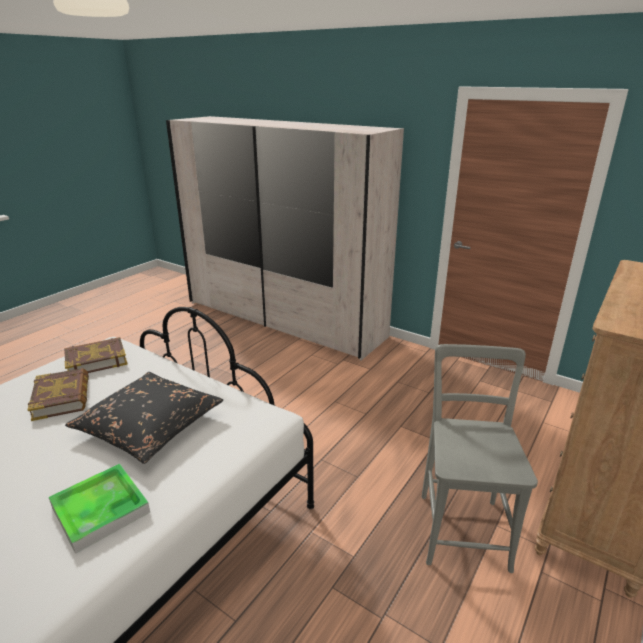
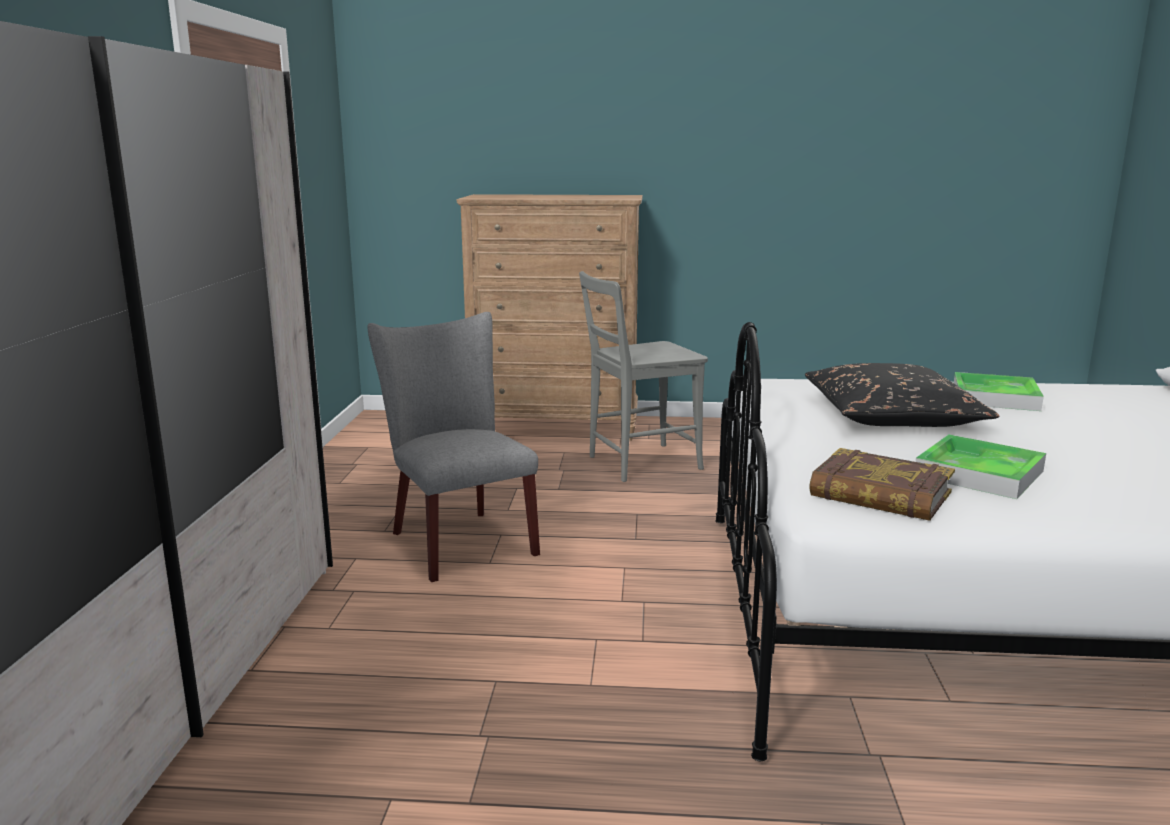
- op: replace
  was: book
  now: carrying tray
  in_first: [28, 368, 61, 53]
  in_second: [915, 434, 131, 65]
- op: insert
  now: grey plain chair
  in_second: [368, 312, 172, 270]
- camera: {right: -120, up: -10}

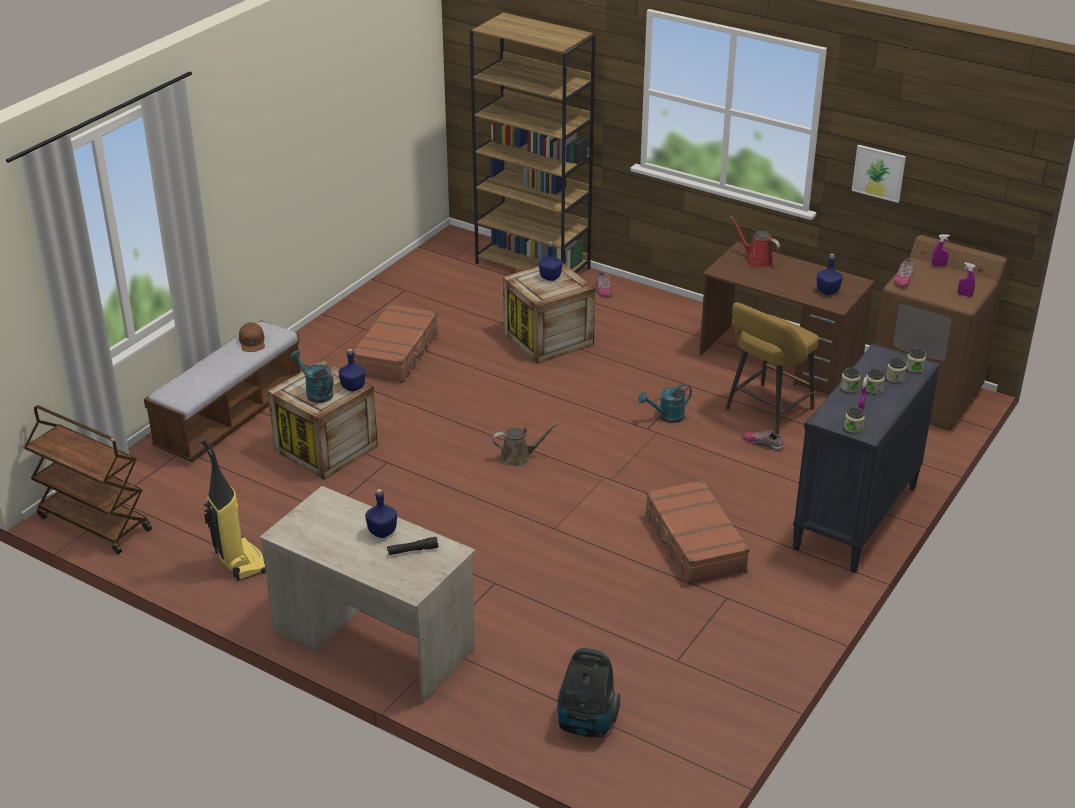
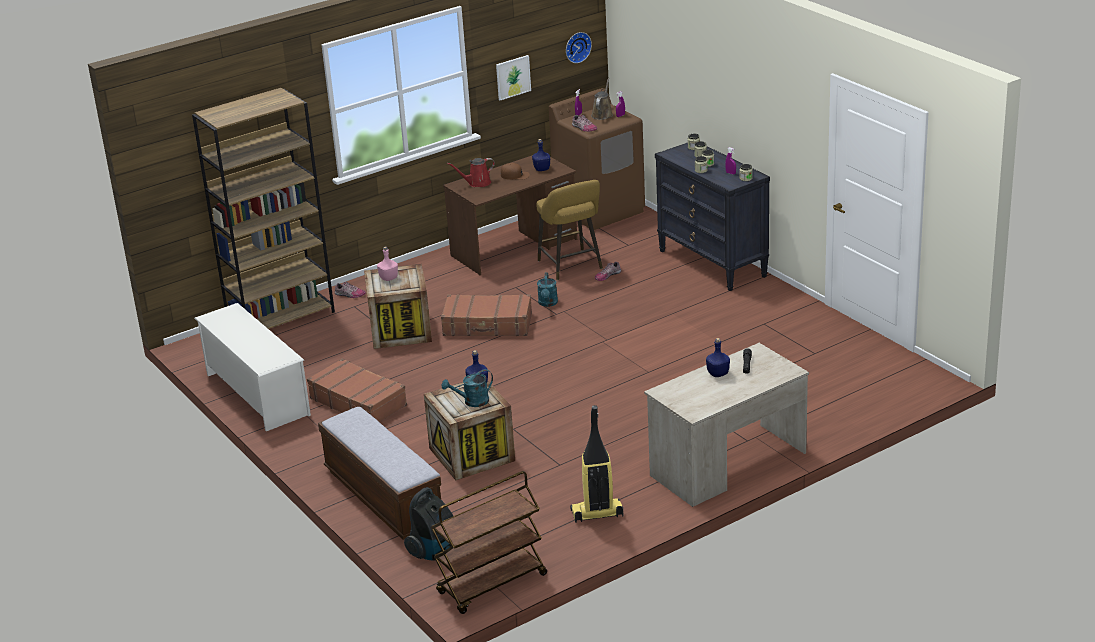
- op: recolor
  was: blue-coloured bottle
  now: pink bottle
  in_first: [539, 241, 23, 40]
  in_second: [377, 247, 21, 34]
- op: move
  was: brown-coloured peaked cap
  in_first: [239, 322, 26, 30]
  in_second: [501, 163, 29, 17]
- op: move
  was: brown-coloured sprinkling can
  in_first: [492, 423, 67, 44]
  in_second: [591, 78, 22, 42]
- op: move
  was: brown-coloured piece of luggage
  in_first: [645, 480, 105, 105]
  in_second: [441, 294, 91, 42]
- op: move
  was: vacuum cleaner
  in_first: [557, 648, 63, 89]
  in_second: [404, 487, 49, 74]
- op: insert
  now: hanging clock
  in_second: [566, 32, 26, 31]
- op: insert
  now: white shoe stand
  in_second: [194, 303, 117, 128]
- camera: {right: -65, up: -5}

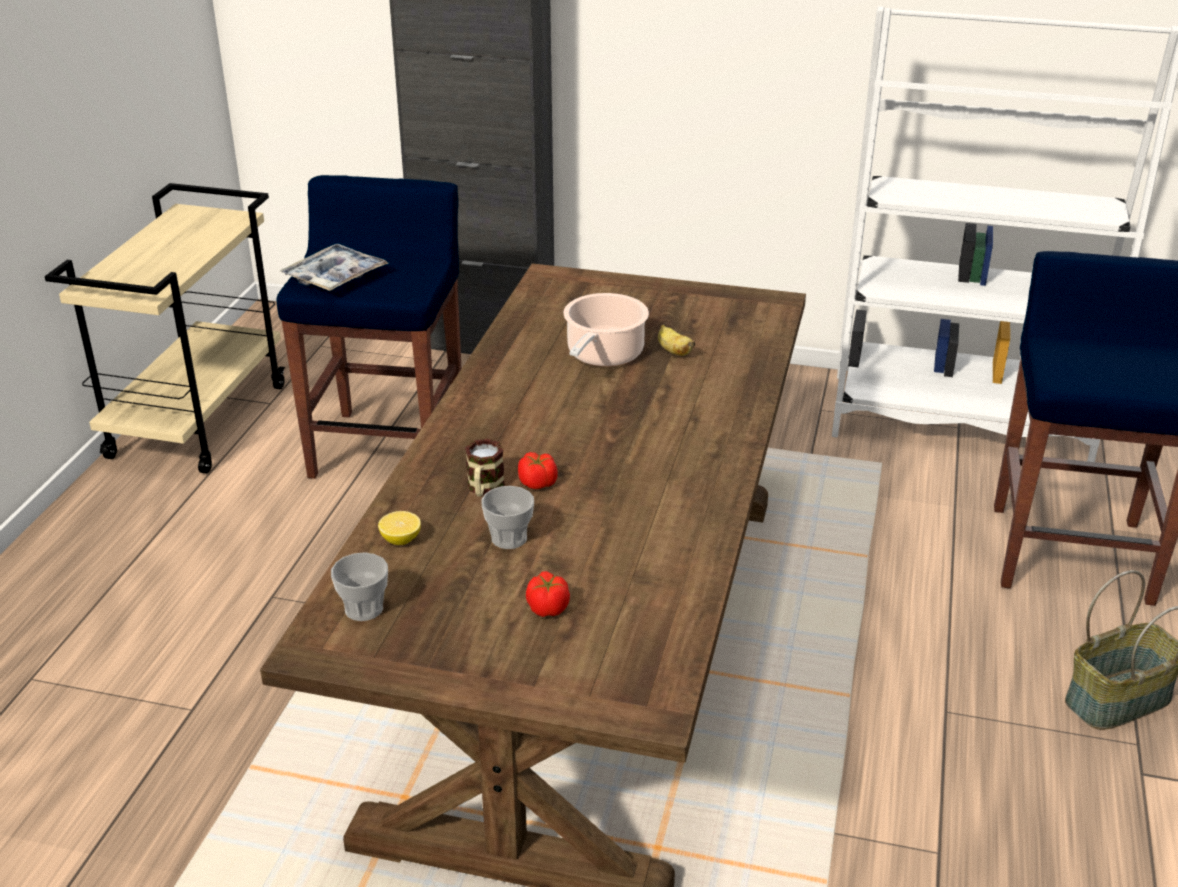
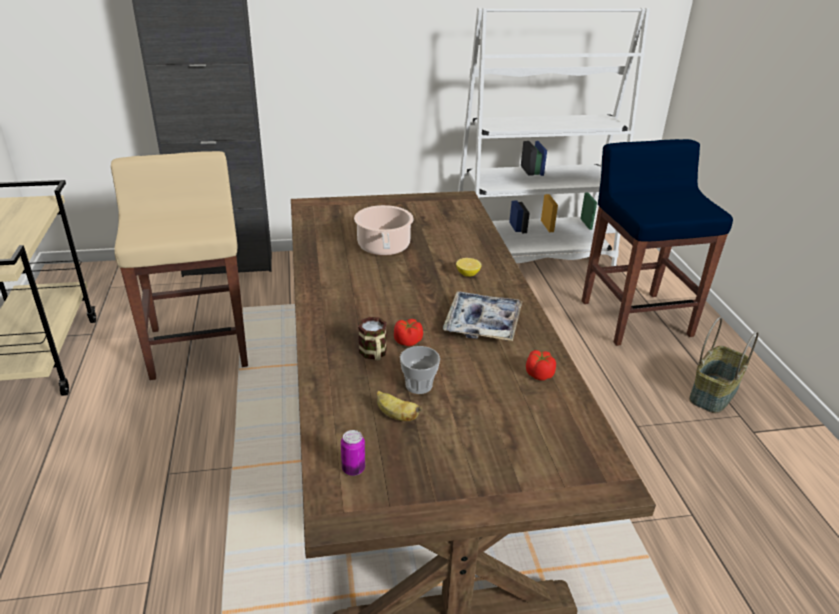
- op: recolor
  was: blue-coloured stool
  now: sand-coloured stool
  in_first: [277, 175, 185, 304]
  in_second: [111, 151, 137, 229]
- op: move
  was: carrying tray
  in_first: [279, 244, 109, 47]
  in_second: [443, 292, 79, 49]
- op: move
  was: banana
  in_first: [658, 325, 37, 31]
  in_second: [377, 391, 45, 30]
- op: move
  was: whole lemon
  in_first: [378, 511, 43, 34]
  in_second: [456, 258, 25, 19]
- op: replace
  was: cup
  now: can
  in_first: [331, 552, 57, 69]
  in_second: [341, 430, 24, 46]
- op: move
  was: tomato
  in_first: [526, 571, 44, 46]
  in_second: [526, 350, 30, 31]
- camera: {right: -25, up: 0}

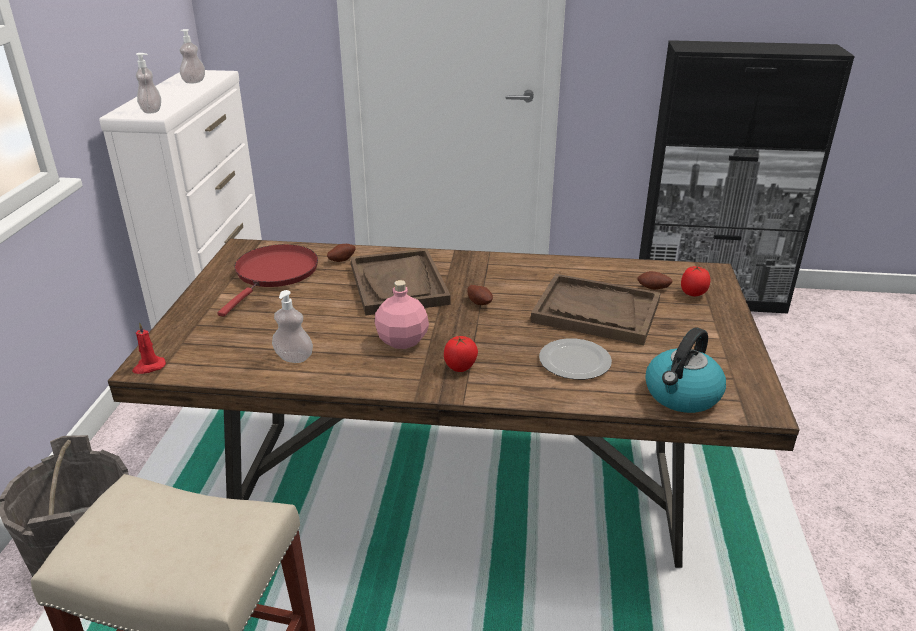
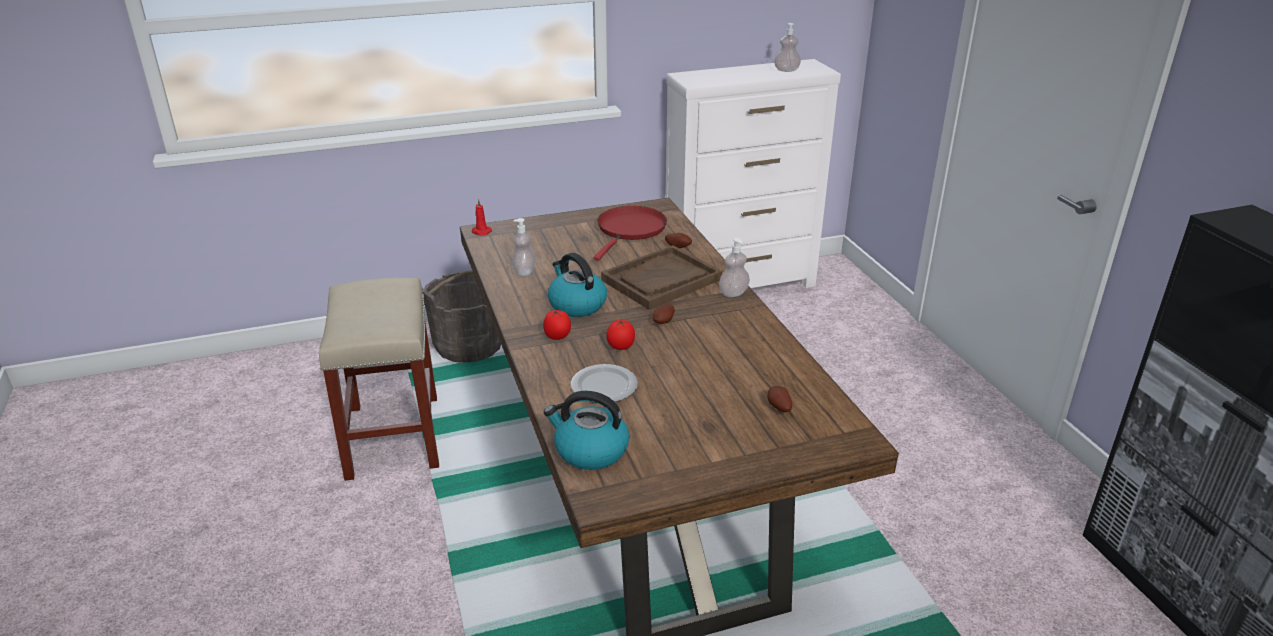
- op: move
  was: soap dispenser
  in_first: [136, 53, 25, 60]
  in_second: [719, 238, 31, 59]
- op: rotate
  was: reddish frying pan
  in_first: [218, 244, 100, 73]
  in_second: [594, 206, 73, 55]
  clockwise: -60
- op: move
  was: tomato
  in_first: [681, 266, 29, 30]
  in_second: [606, 318, 29, 32]
- op: delete
  was: brown-coloured carrying tray
  in_first: [531, 274, 129, 71]
- op: replace
  was: pink bottle
  now: kettle
  in_first: [375, 280, 54, 69]
  in_second: [548, 253, 59, 64]
- camera: {right: 65, up: 0}

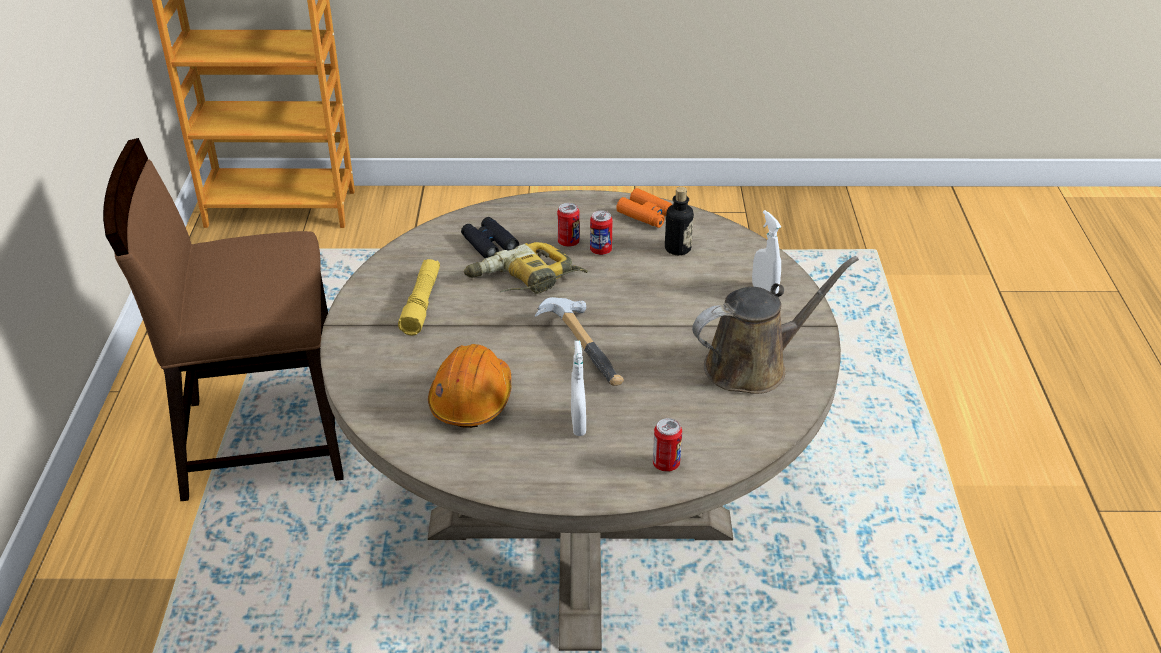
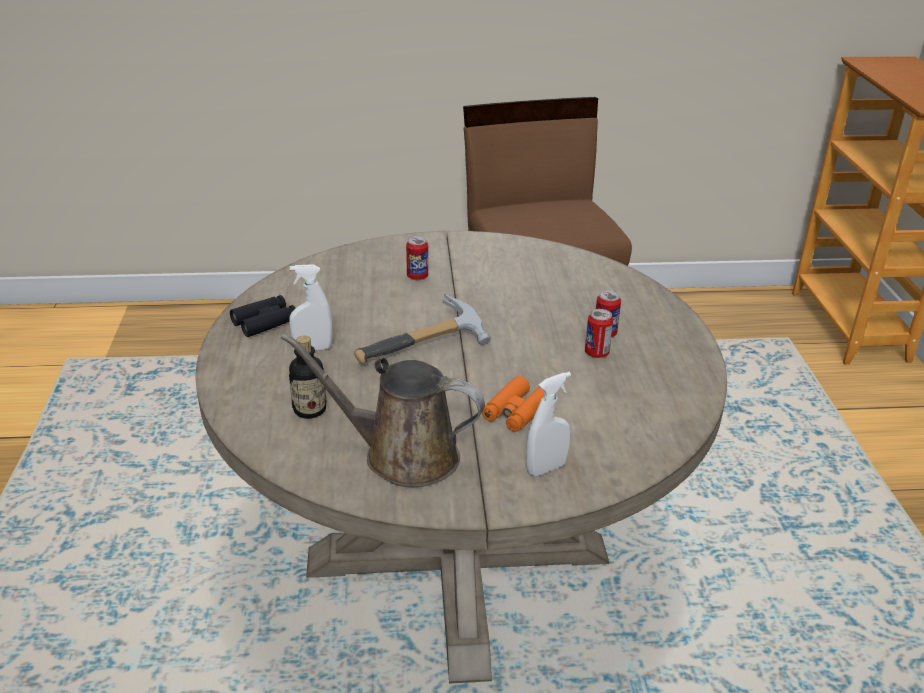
- op: move
  was: bottle
  in_first: [665, 187, 29, 68]
  in_second: [289, 335, 38, 84]
- op: move
  was: orange pair of binoculars
  in_first: [616, 188, 56, 40]
  in_second: [482, 376, 62, 56]
- op: move
  was: black-coloured pair of binoculars
  in_first: [461, 217, 58, 41]
  in_second: [230, 295, 66, 42]
- op: delete
  was: drill
  in_first: [464, 242, 124, 52]
- op: rotate
  was: brown-coloured sprinkling can
  in_first: [692, 256, 167, 138]
  in_second: [281, 333, 204, 154]
  clockwise: 135
- op: delete
  was: yellow flashlight
  in_first: [398, 259, 42, 76]
- op: delete
  was: orange safety helmet
  in_first: [428, 344, 84, 84]
- op: move
  was: can
  in_first: [653, 418, 29, 54]
  in_second: [406, 236, 22, 44]
- camera: {right: 85, up: -5}

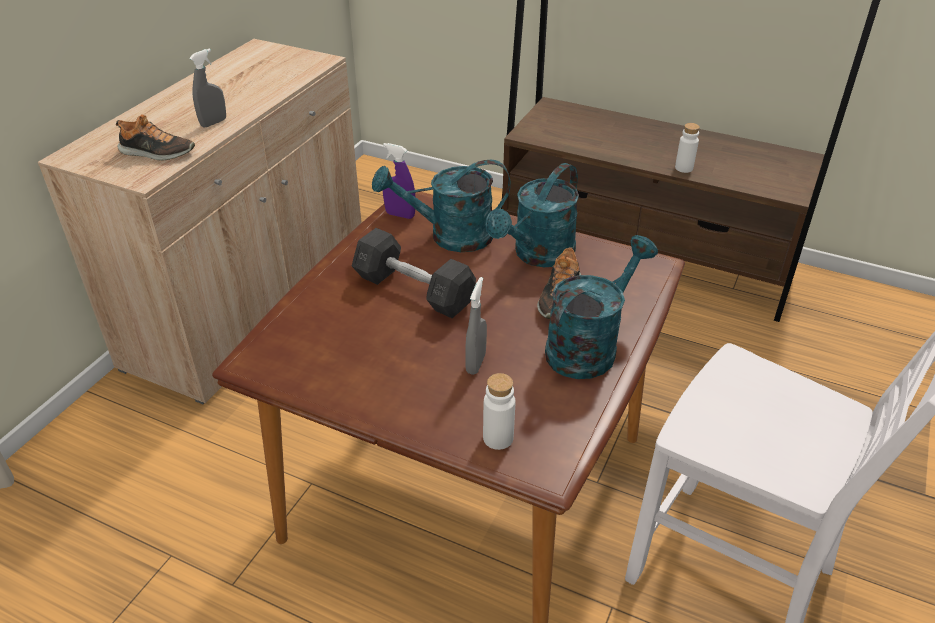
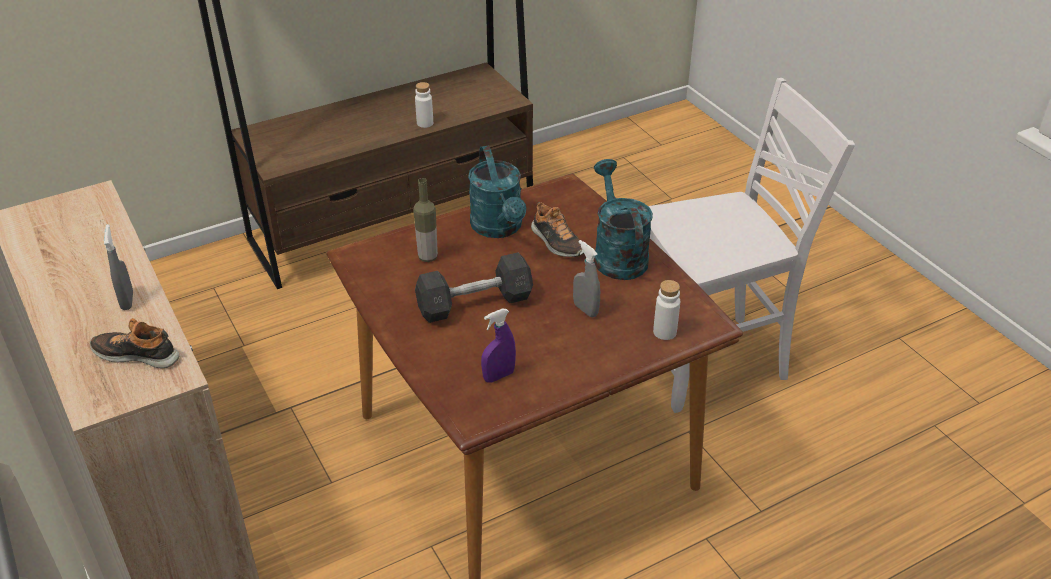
- op: rotate
  was: item of footwear
  in_first: [116, 114, 79, 46]
  in_second: [90, 318, 90, 50]
  clockwise: -120
- op: move
  was: purple hand sprayer
  in_first: [383, 143, 33, 76]
  in_second: [481, 308, 35, 74]
- op: replace
  was: turquoise-coloured sprinkling can
  now: bottle
  in_first: [372, 160, 139, 92]
  in_second: [413, 178, 25, 84]
- camera: {right: -55, up: 0}

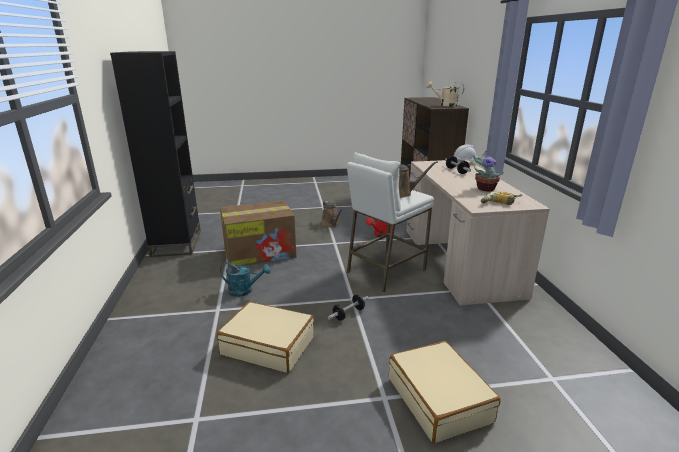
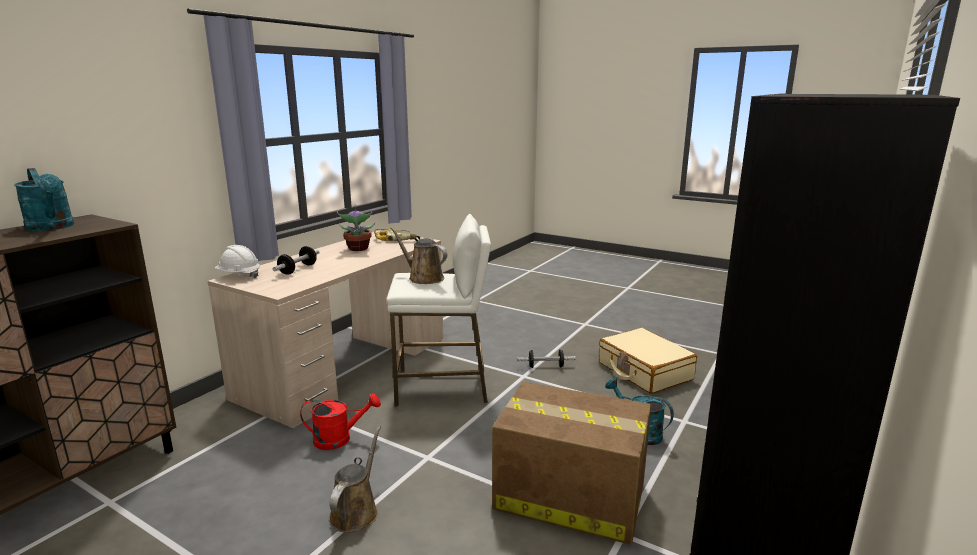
- op: recolor
  was: sand-coloured sprinkling can
  now: turquoise-coloured sprinkling can
  in_first: [426, 81, 38, 26]
  in_second: [14, 168, 60, 63]
- op: delete
  was: sand-coloured piece of luggage
  in_first: [389, 341, 111, 102]
- camera: {right: -140, up: -5}

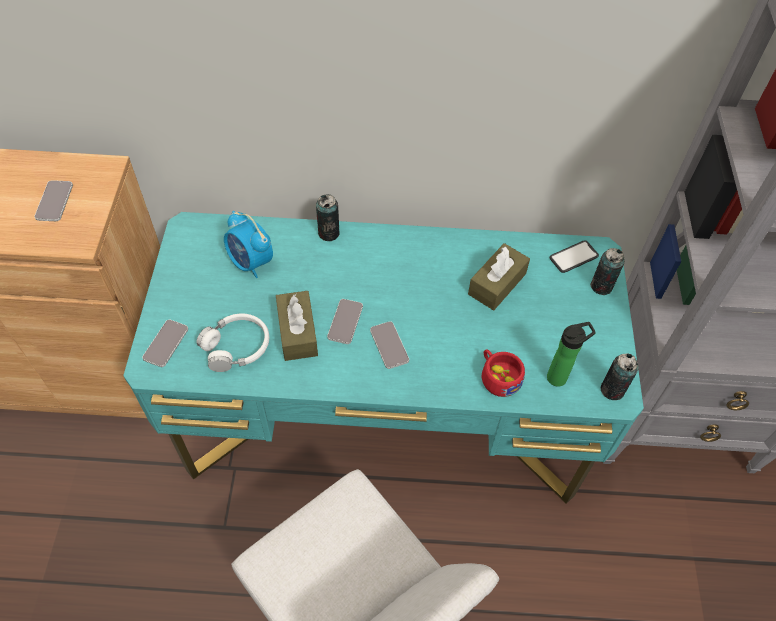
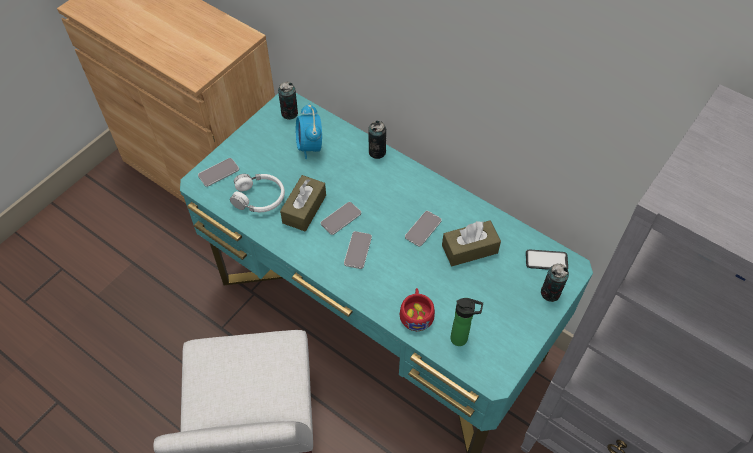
- op: move
  was: handset
  in_first: [34, 180, 39, 41]
  in_second: [405, 211, 37, 36]
- op: move
  was: can
  in_first: [601, 353, 38, 47]
  in_second: [278, 82, 20, 38]
- camera: {right: 35, up: 0}

